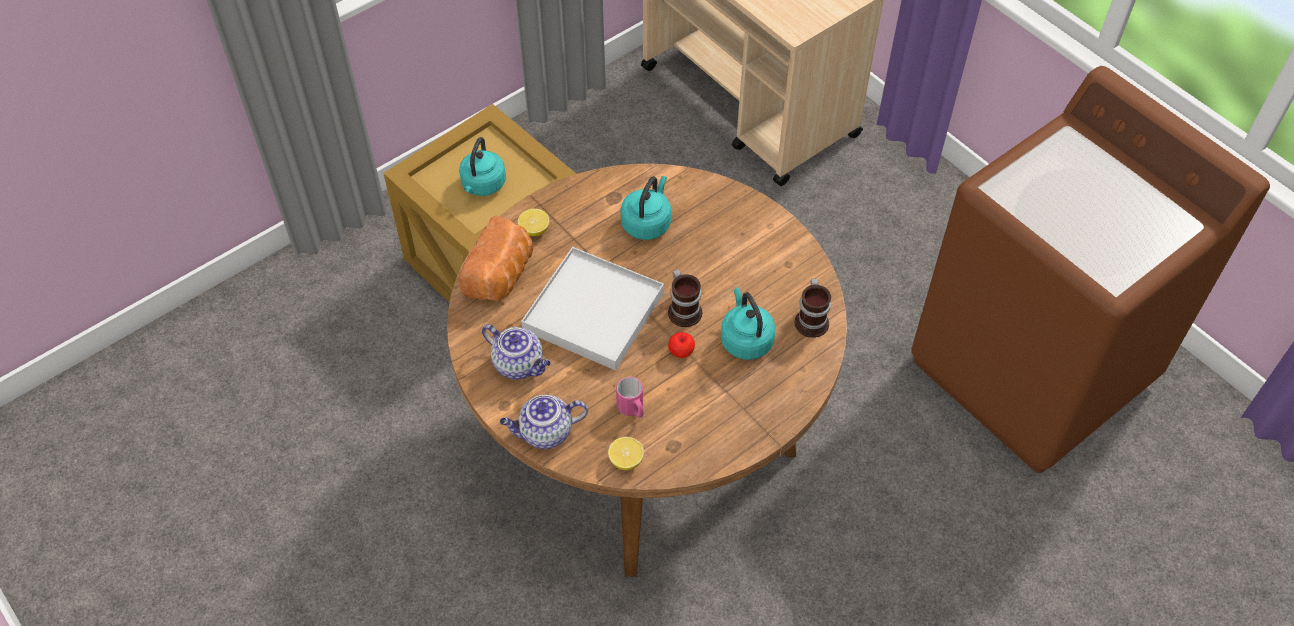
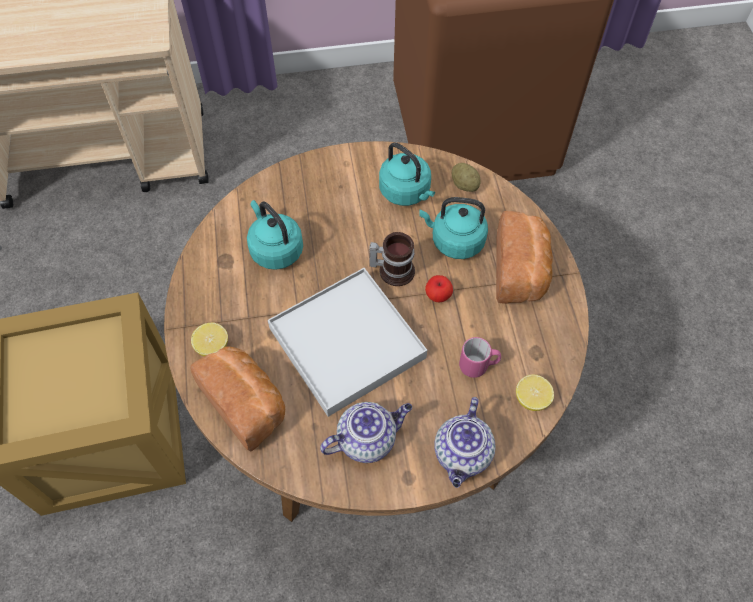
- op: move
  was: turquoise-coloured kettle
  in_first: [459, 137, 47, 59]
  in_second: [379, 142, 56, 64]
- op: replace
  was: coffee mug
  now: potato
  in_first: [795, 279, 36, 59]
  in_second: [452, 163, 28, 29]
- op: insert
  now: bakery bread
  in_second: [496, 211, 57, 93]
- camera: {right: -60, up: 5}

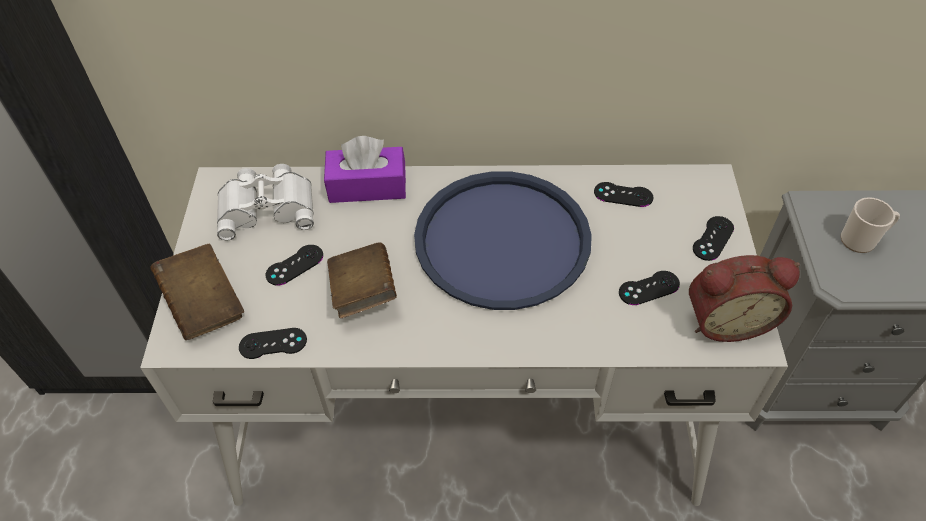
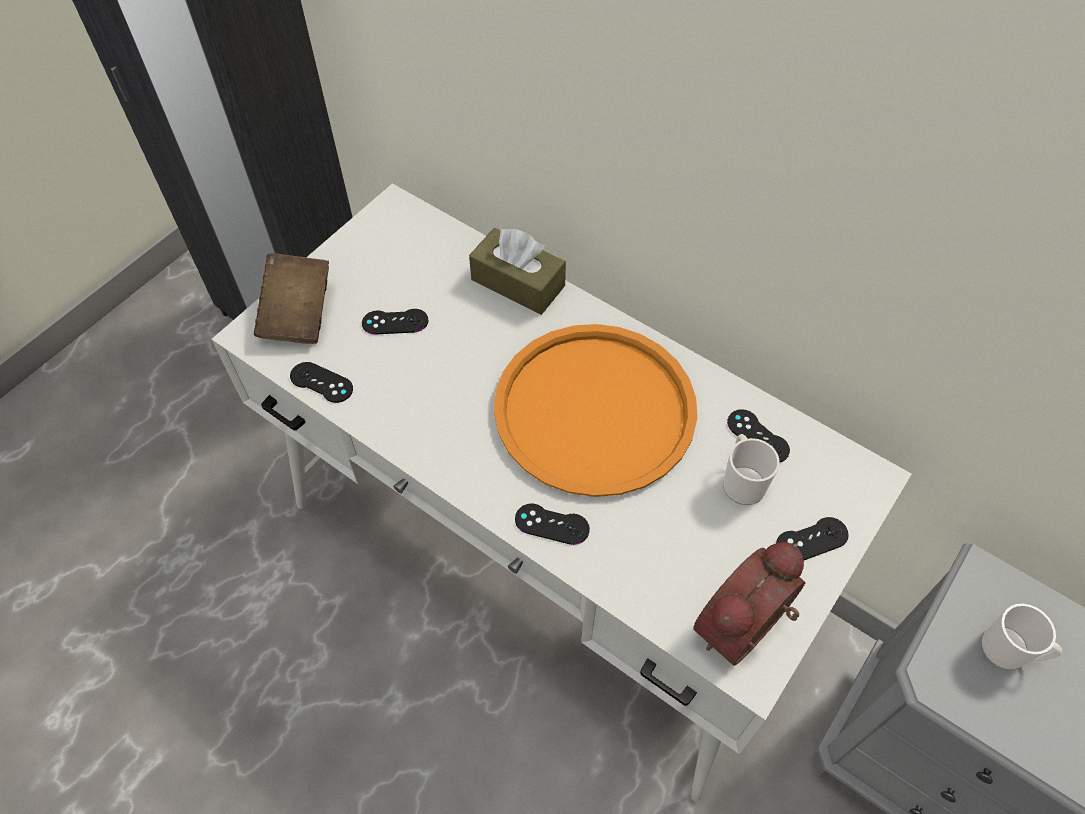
- op: recolor
  was: purple tissue holder
  now: brown-coloured tissue holder
  in_first: [324, 136, 82, 67]
  in_second: [469, 228, 97, 87]
- op: delete
  was: white pair of binoculars
  in_first: [217, 164, 97, 77]
- op: recolor
  was: blue-coloured carrying tray
  now: orange carrying tray
  in_first: [414, 171, 178, 139]
  in_second: [494, 324, 203, 173]
- op: delete
  was: brown-coloured book
  in_first: [327, 242, 70, 76]
- op: rotate
  was: bedside clock
  in_first: [689, 255, 111, 87]
  in_second: [694, 542, 111, 124]
  clockwise: 105
- op: move
  was: black-coloured game controller
  in_first: [619, 271, 61, 34]
  in_second: [515, 503, 75, 42]
- op: insert
  now: coffee mug
  in_second: [723, 434, 57, 71]
- camera: {right: 35, up: 5}

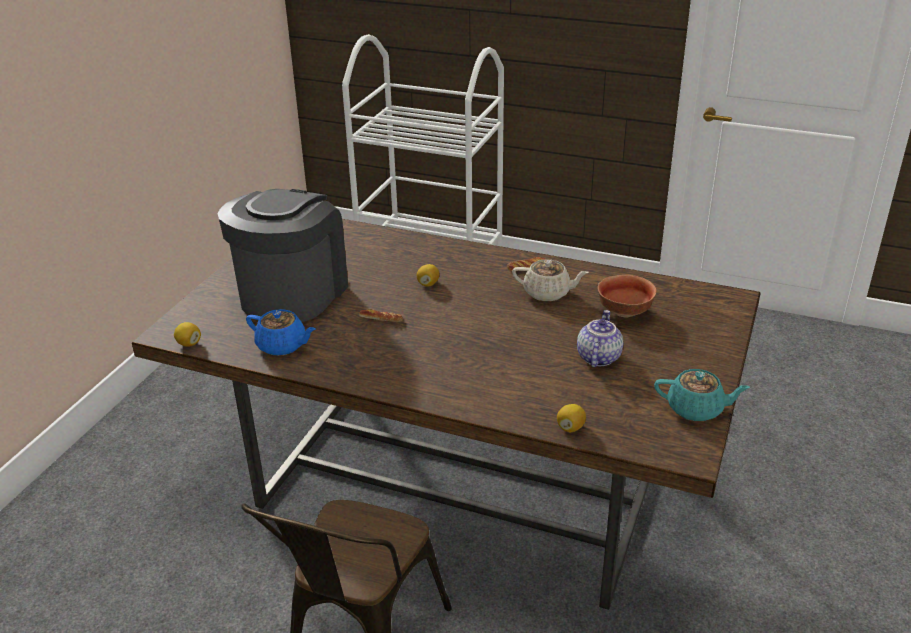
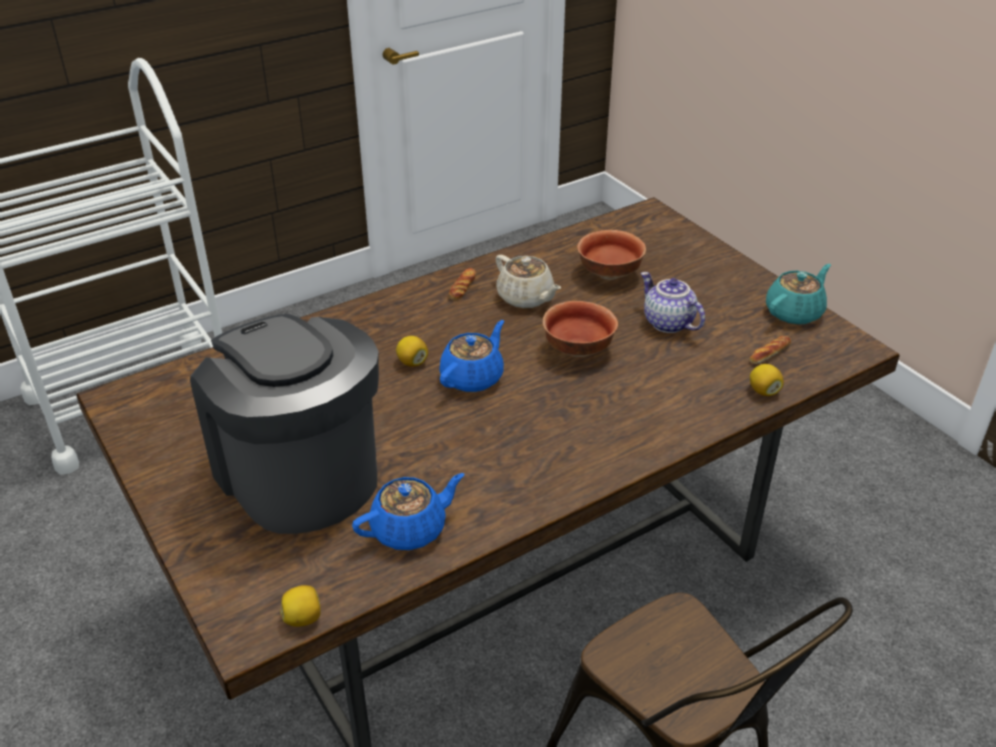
- op: rotate
  was: sand-coloured tea pot
  in_first: [512, 259, 77, 42]
  in_second: [496, 255, 65, 53]
  clockwise: 90
- op: move
  was: bakery bread
  in_first: [359, 309, 44, 13]
  in_second: [750, 336, 41, 28]
- op: insert
  now: serving bowl
  in_second: [543, 301, 75, 56]
- op: insert
  now: blue-coloured tea pot
  in_second: [439, 320, 65, 72]
- camera: {right: -55, up: 5}

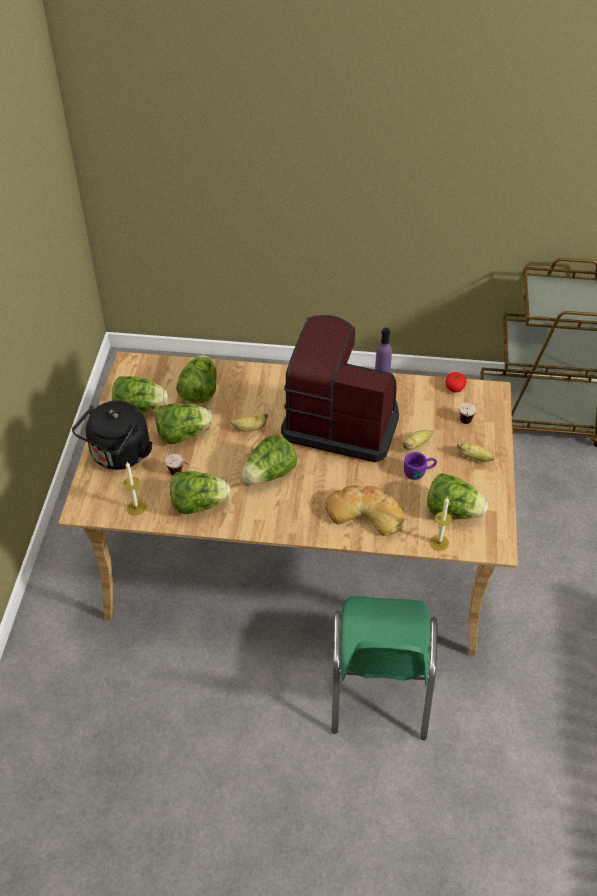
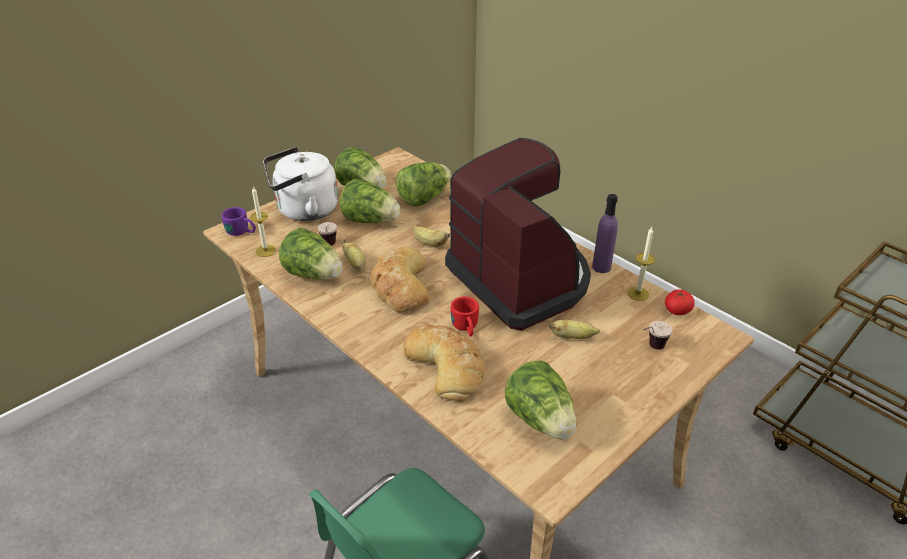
- op: recolor
  was: black-coloured kettle
  now: white kettle
  in_first: [72, 401, 81, 69]
  in_second: [263, 147, 75, 74]
- op: replace
  was: lettuce head
  now: bakery bread
  in_first: [242, 435, 55, 50]
  in_second: [370, 247, 59, 65]
- op: move
  was: banana
  in_first: [457, 442, 38, 20]
  in_second: [342, 239, 24, 32]
- op: move
  was: purple coffee mug
  in_first: [404, 452, 33, 28]
  in_second: [221, 207, 35, 29]
- op: move
  was: candle
  in_first: [430, 497, 22, 54]
  in_second: [627, 227, 28, 74]
- op: insert
  now: reddish coffee mug
  in_second: [451, 296, 28, 41]
- camera: {right: 40, up: -10}

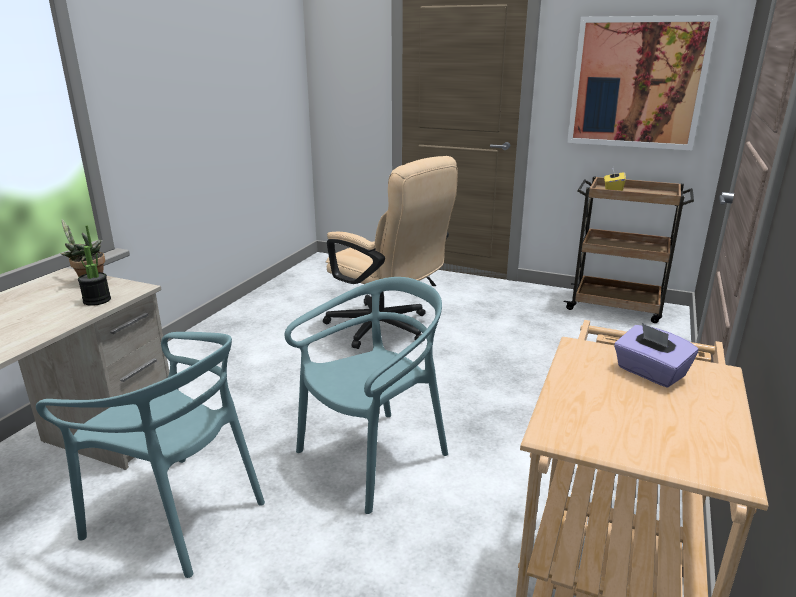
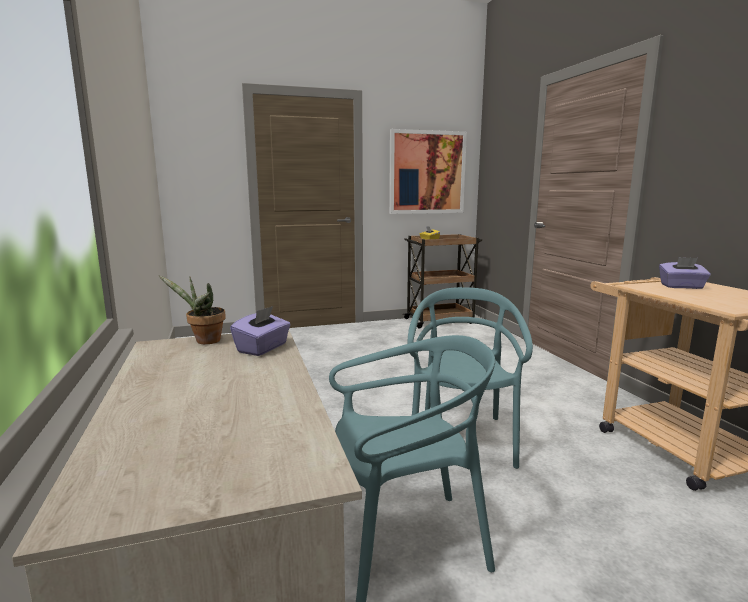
- op: delete
  was: sand-coloured office chair
  in_first: [323, 156, 135, 193]
- op: replace
  was: potted plant
  now: purple tissue holder
  in_first: [78, 225, 33, 81]
  in_second: [230, 306, 61, 50]
- camera: {right: -40, up: -10}

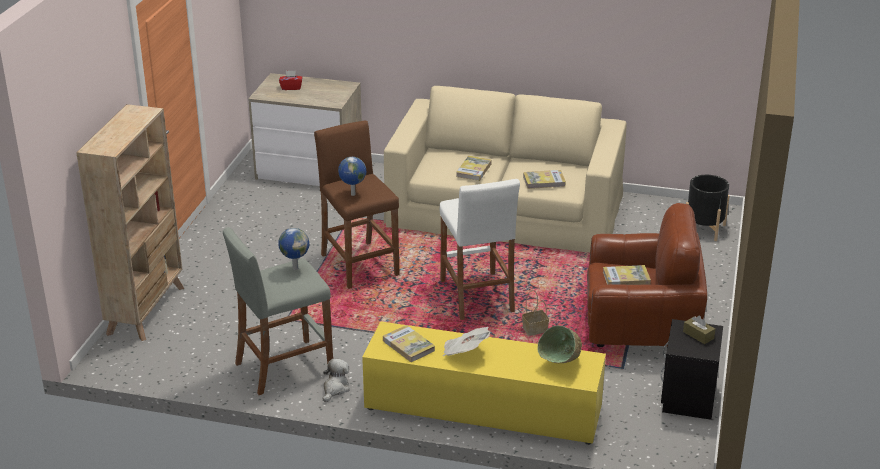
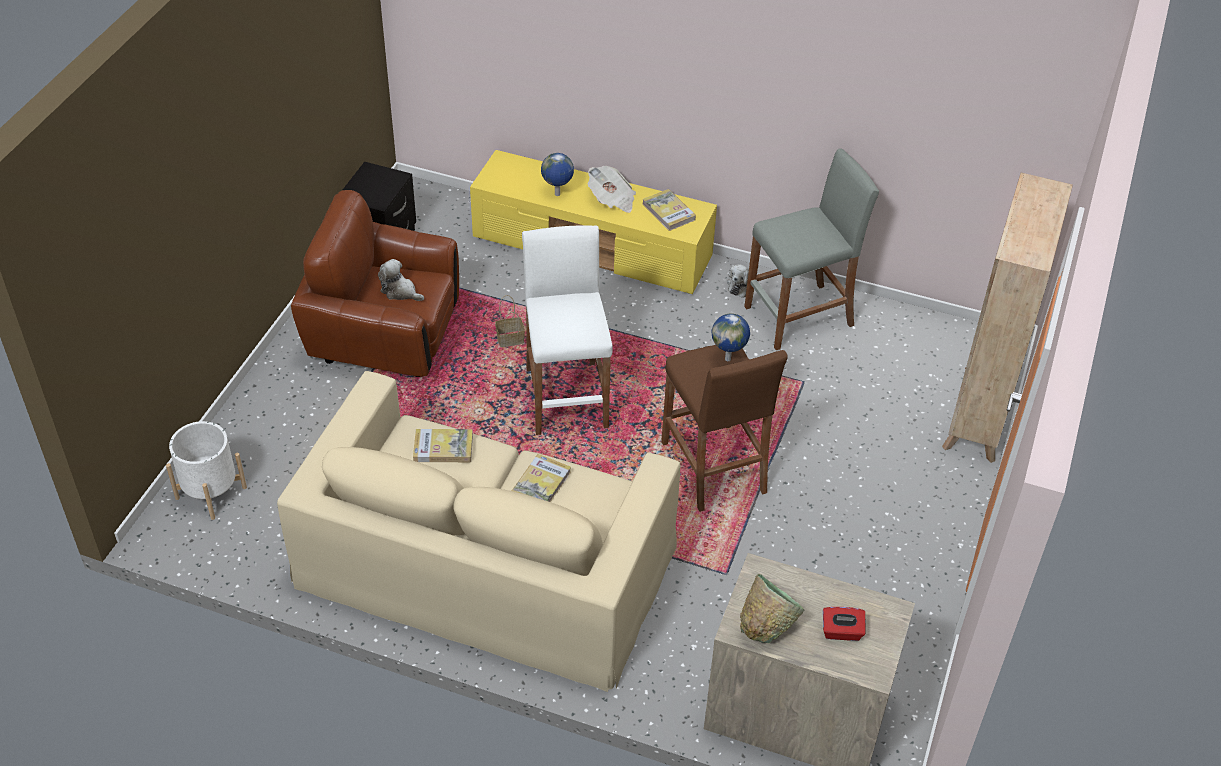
- op: recolor
  was: black-coloured flower pot
  now: white flower pot
  in_first: [686, 175, 44, 66]
  in_second: [166, 421, 81, 99]
- op: move
  was: globe
  in_first: [278, 228, 31, 42]
  in_second: [541, 153, 33, 43]
- op: replace
  was: book
  now: plush toy
  in_first: [603, 265, 48, 20]
  in_second: [378, 259, 46, 42]
- op: delete
  was: brown-coloured tissue holder
  in_first: [683, 316, 32, 28]
- op: move
  was: greenish serving bowl
  in_first: [538, 325, 44, 38]
  in_second: [740, 574, 64, 69]
- camera: {right: -175, up: 15}

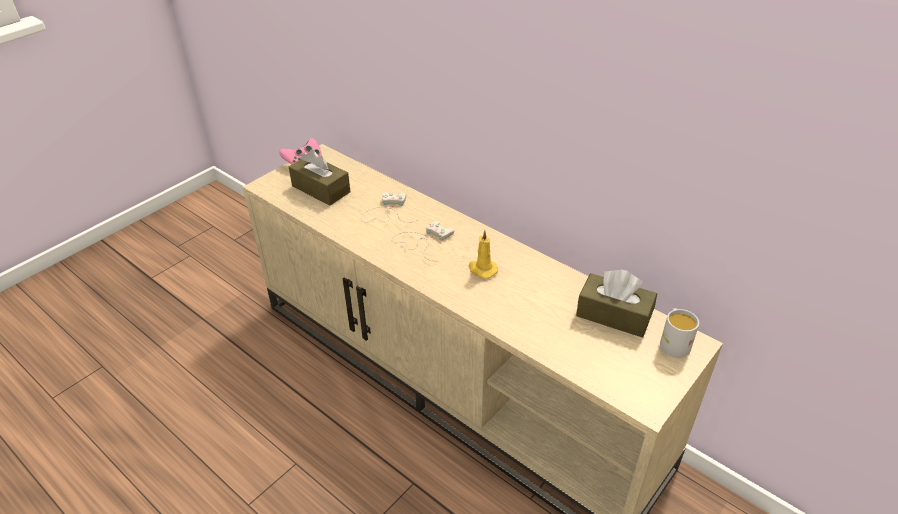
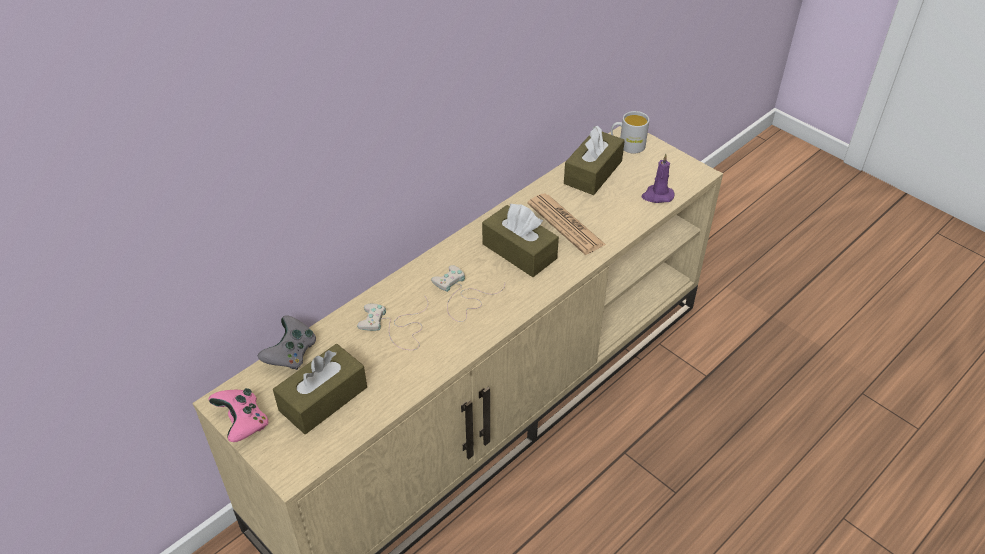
- op: replace
  was: yellow candle
  now: brown-coloured tissue holder
  in_first: [469, 230, 29, 49]
  in_second: [482, 203, 77, 74]
- op: insert
  now: purple candle
  in_second: [642, 154, 32, 49]
- op: insert
  now: daily paper
  in_second: [527, 194, 79, 61]
- op: insert
  now: grey game controller
  in_second: [258, 315, 58, 55]
- camera: {right: -85, up: 5}

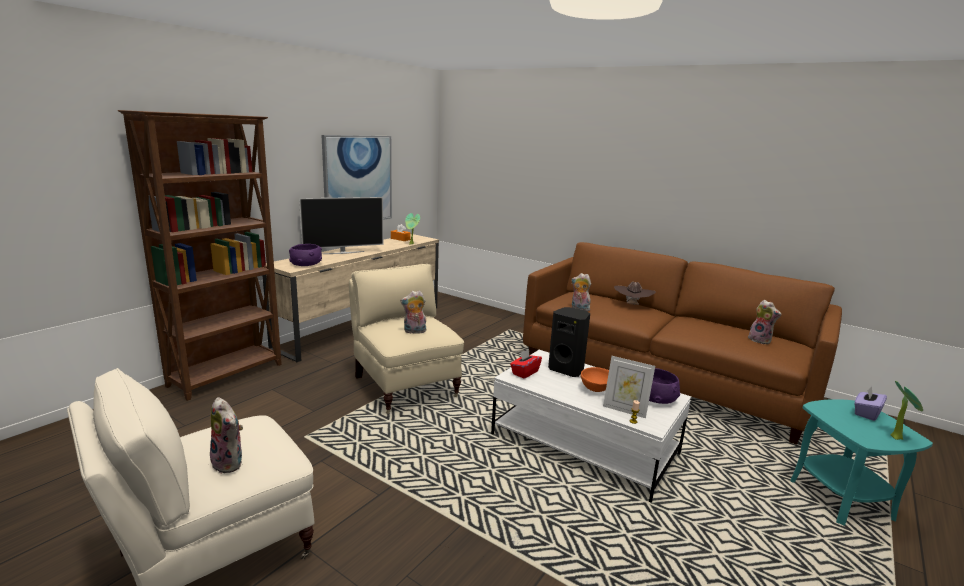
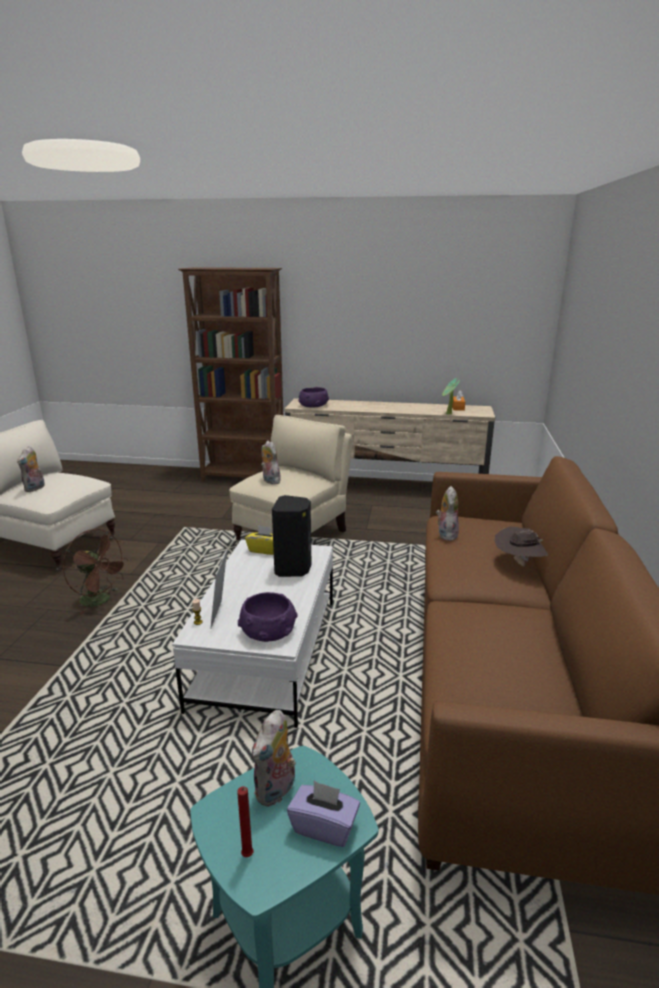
- op: delete
  was: picture
  in_first: [322, 135, 70, 85]
- op: delete
  was: TV set
  in_first: [299, 197, 84, 57]
- op: move
  was: plush toy
  in_first: [748, 300, 33, 44]
  in_second: [252, 710, 44, 97]
- op: recolor
  was: reddish tissue holder
  now: yellow tissue holder
  in_first: [510, 349, 32, 30]
  in_second: [245, 525, 29, 30]
- op: delete
  was: orange serving bowl
  in_first: [581, 367, 28, 25]
- op: replace
  was: potted plant
  now: reddish candle
  in_first: [891, 381, 32, 59]
  in_second: [237, 786, 16, 71]
- op: insert
  now: brown-coloured electric fan
  in_second: [63, 529, 66, 85]
- camera: {right: 65, up: 5}

